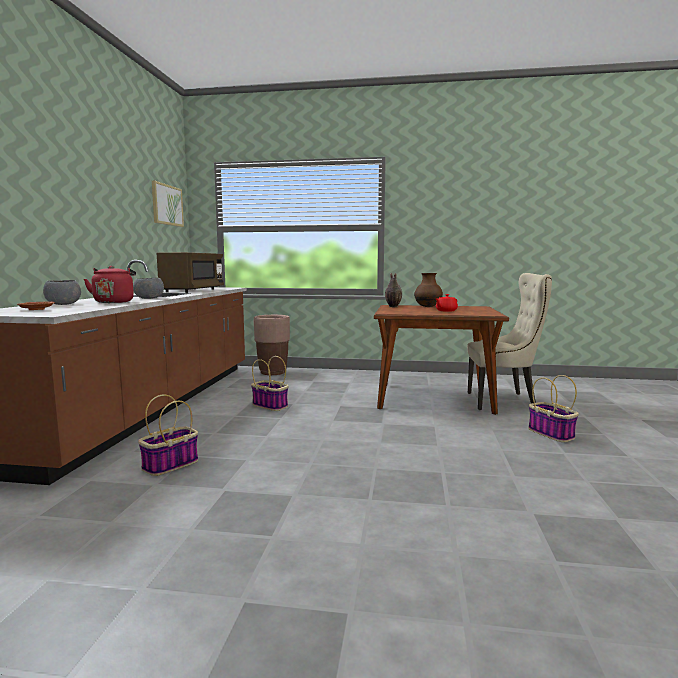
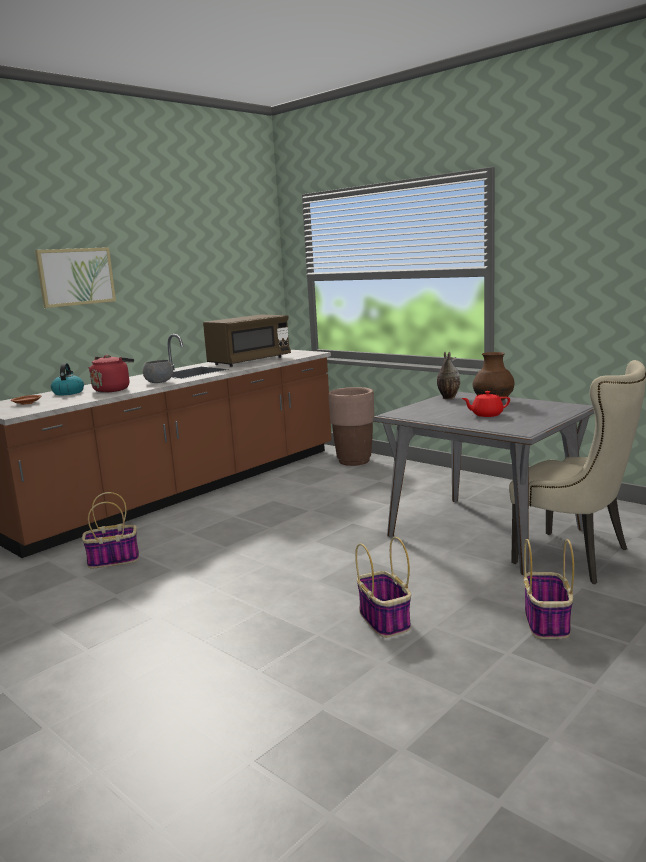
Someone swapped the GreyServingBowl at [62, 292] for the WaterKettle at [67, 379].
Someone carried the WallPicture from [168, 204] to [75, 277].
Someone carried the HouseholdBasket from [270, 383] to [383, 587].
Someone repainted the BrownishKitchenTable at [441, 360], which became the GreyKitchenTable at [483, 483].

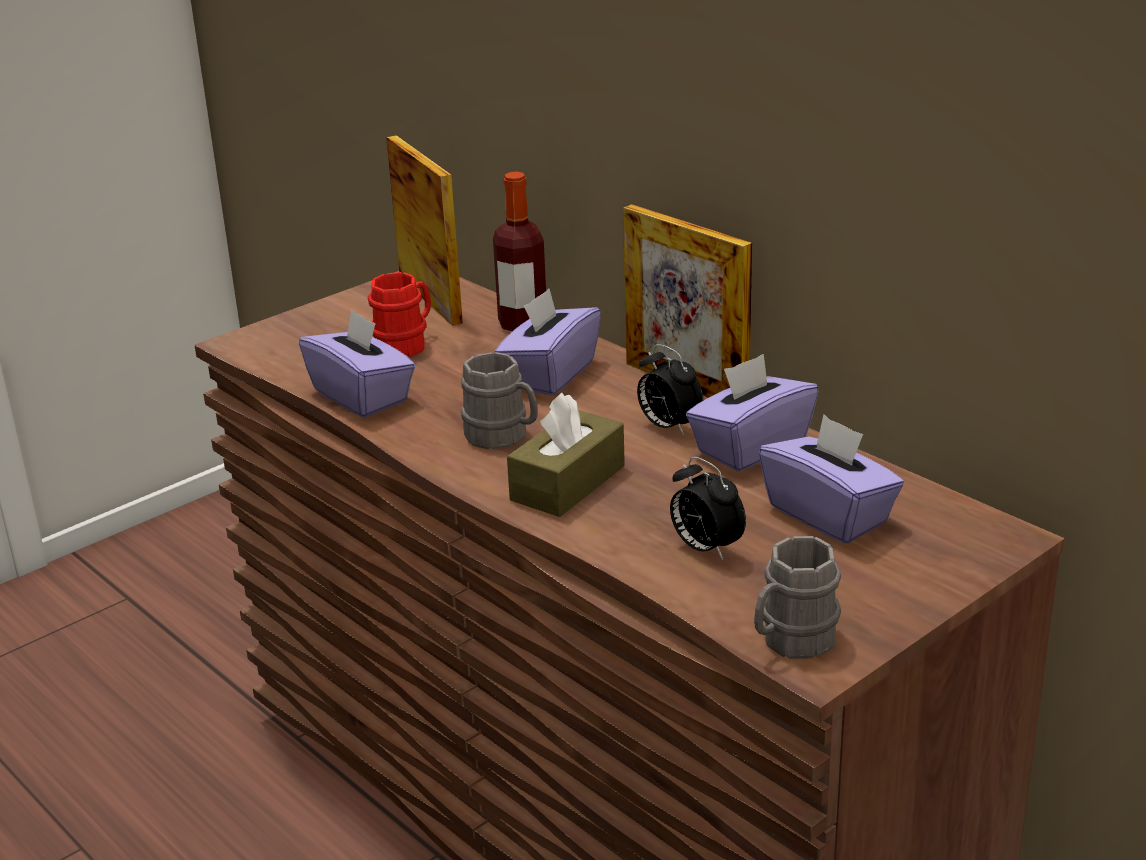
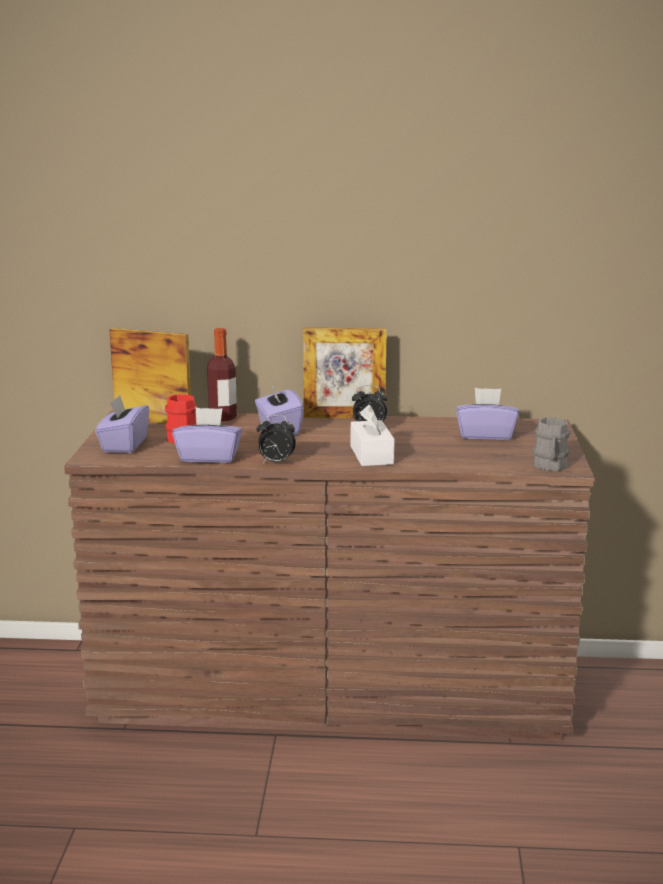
Someone took away the GreyTeaMug at [499, 400].
Someone repainted the BrownishTissueBox at [566, 455], which became the WhiteColouredTissueBox at [373, 435].
Someone carried the AlarmClock from [708, 508] to [276, 439].
Someone carried the PurplishTissueBox from [752, 413] to [122, 424].

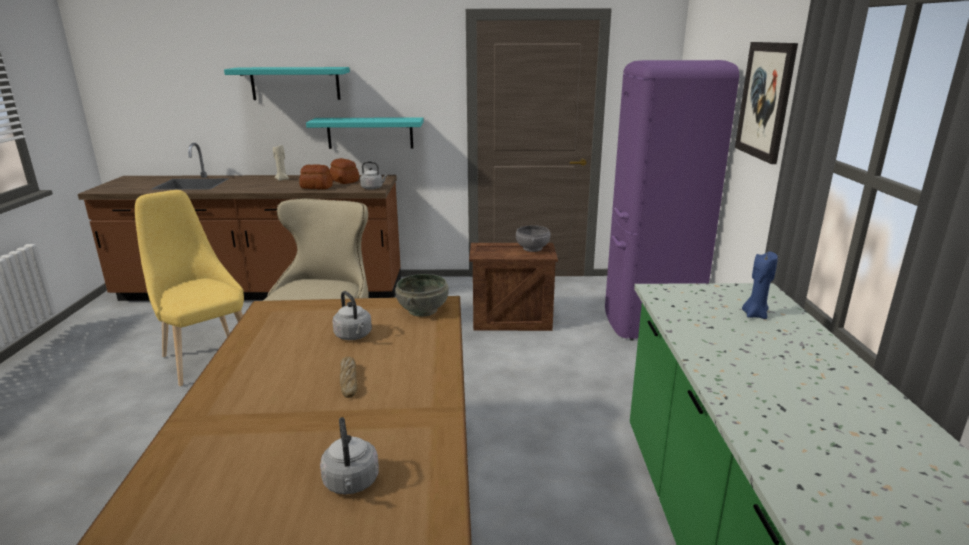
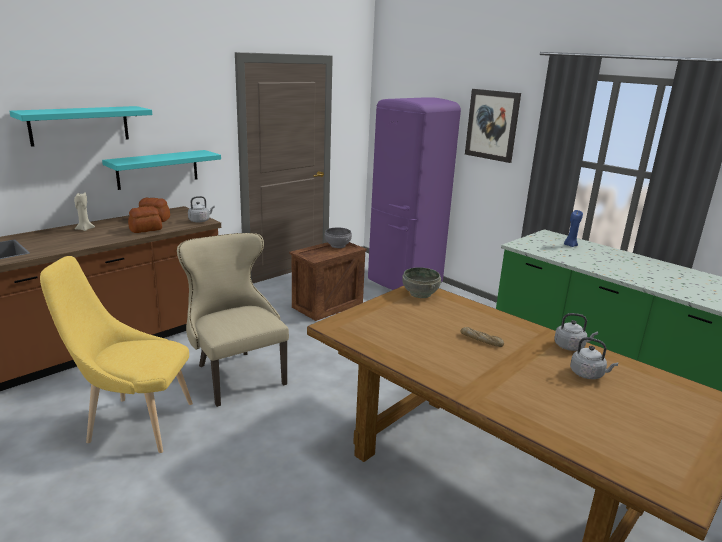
Someone carried the GreyWaterKettle from [352, 315] to [576, 332].

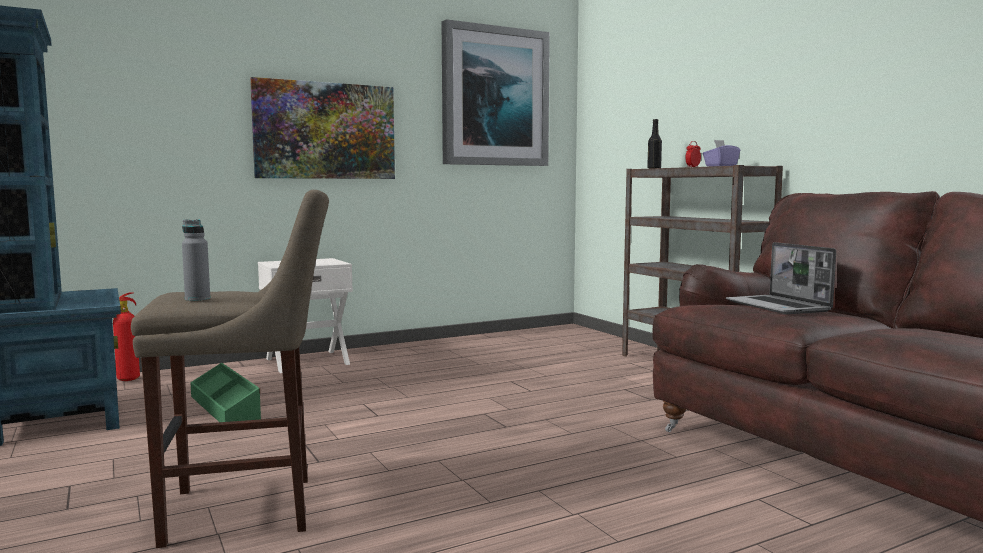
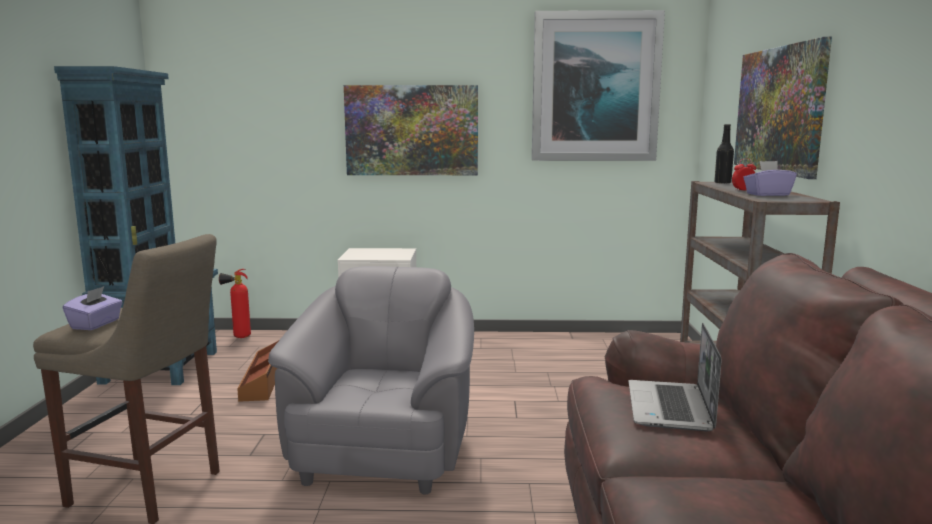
Someone swapped the GreyBottle at [196, 260] for the PurplishTissueBox at [93, 308].
Someone repainted the GreenStorageBox at [225, 392], which became the BrownishStorageBox at [257, 371].
Someone put down the GreyEasyChair at [371, 380].
Someone put up the WallPicture at [783, 108].

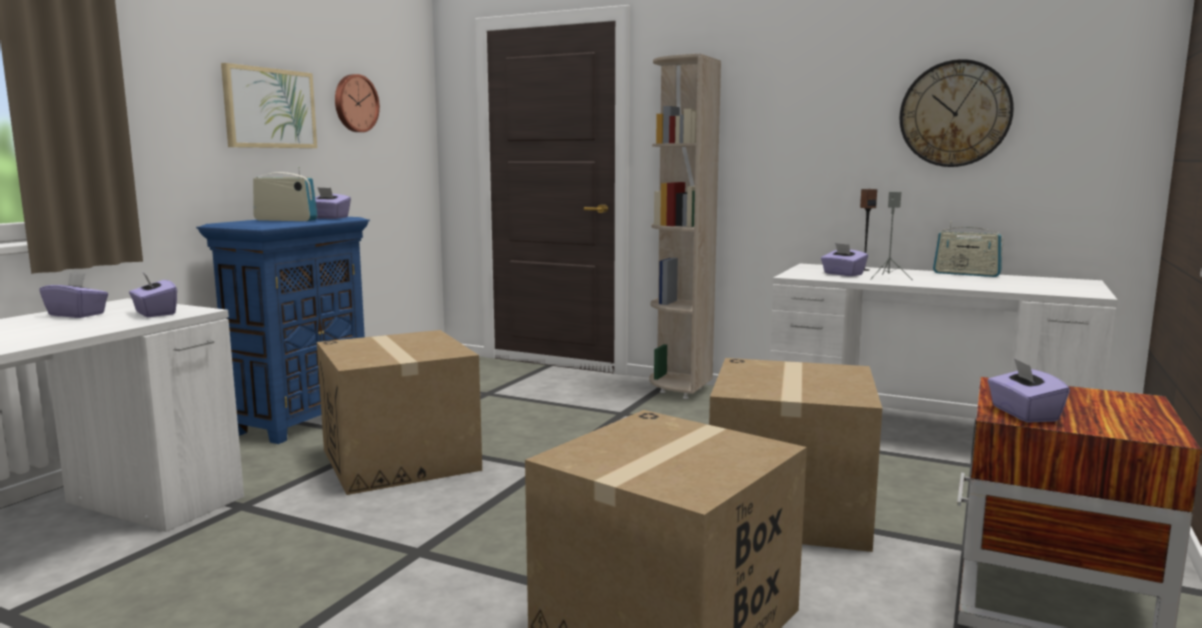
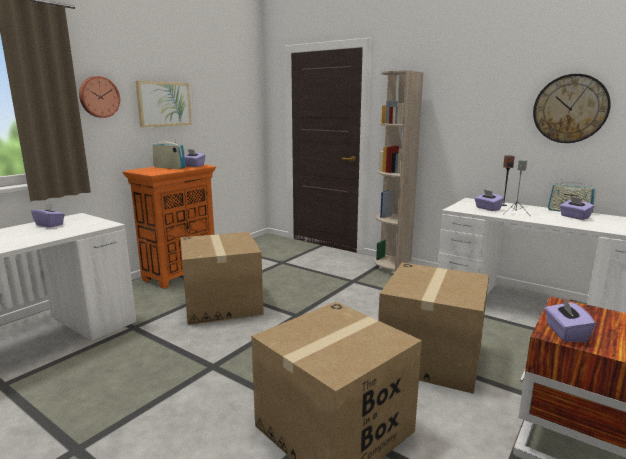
Someone carried the PurplishTissueBox from [153, 295] to [577, 208].
Someone repainted the BluishStorageCabinet at [283, 330], which became the OrangeyStorageCabinet at [169, 226].
Someone carried the HangingClock from [357, 103] to [99, 97].

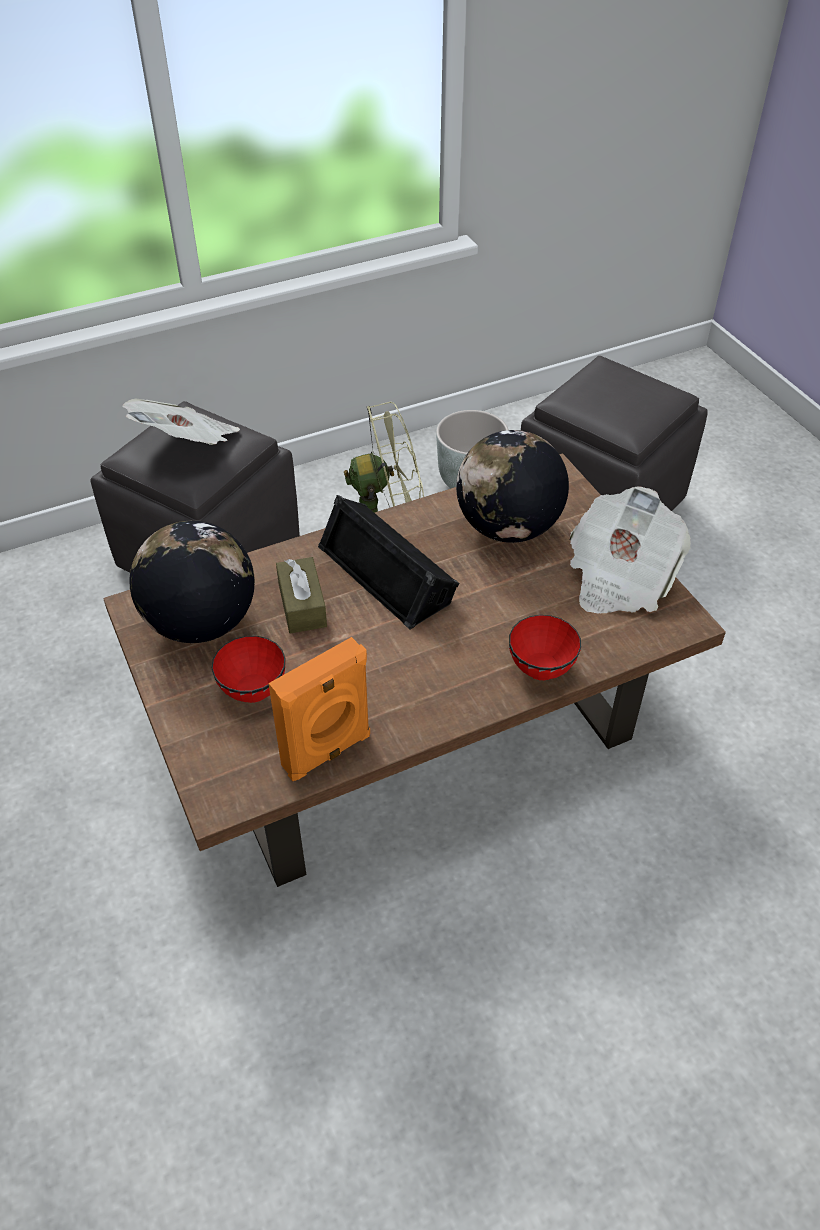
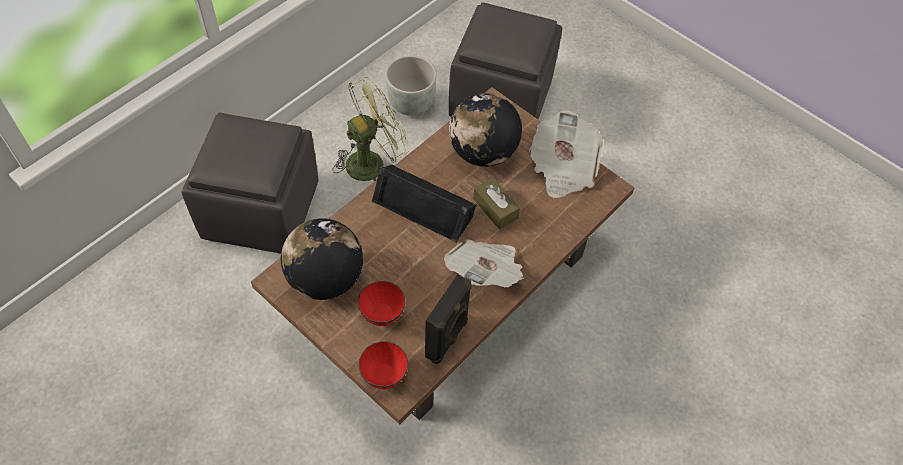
Someone carried the DailyPaper from [181, 422] to [484, 263].
Someone repainted the OrangeySpeaker at [319, 709], which became the BlackishSpeaker at [448, 319].
Someone carried the BrownishTissueBox from [301, 595] to [496, 203].
Someone carried the RedServingBowl from [545, 647] to [383, 365].

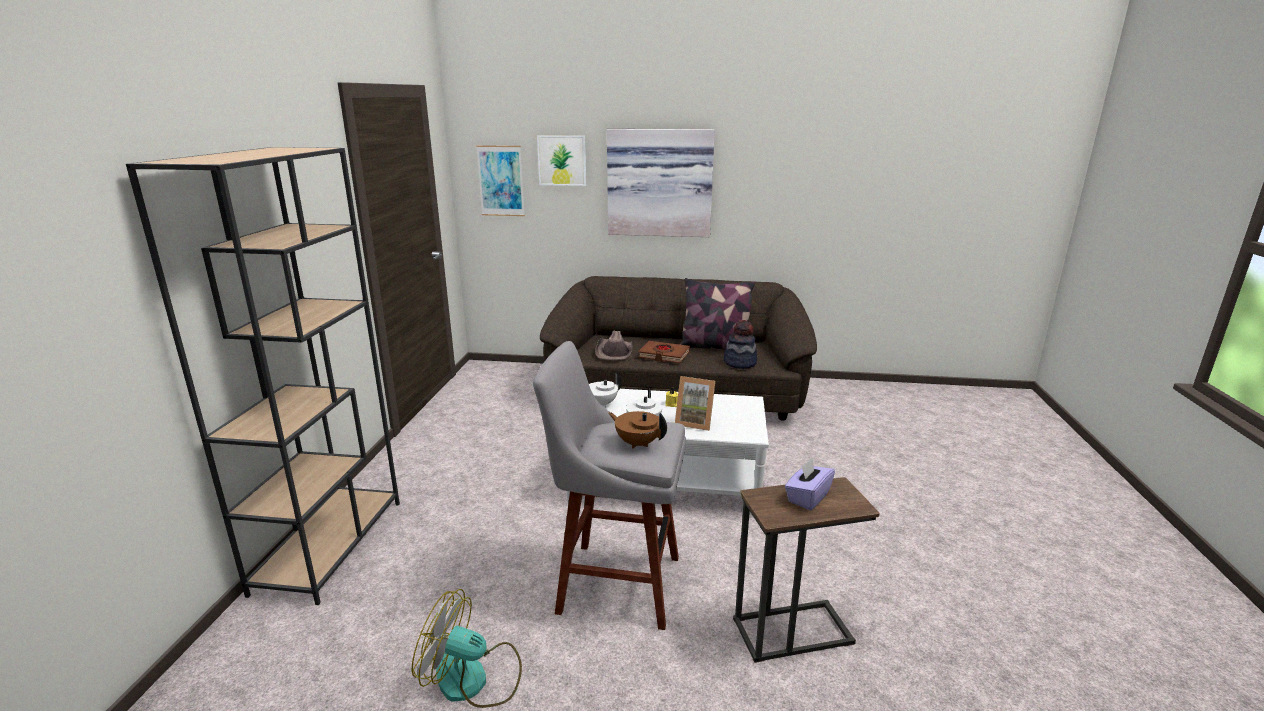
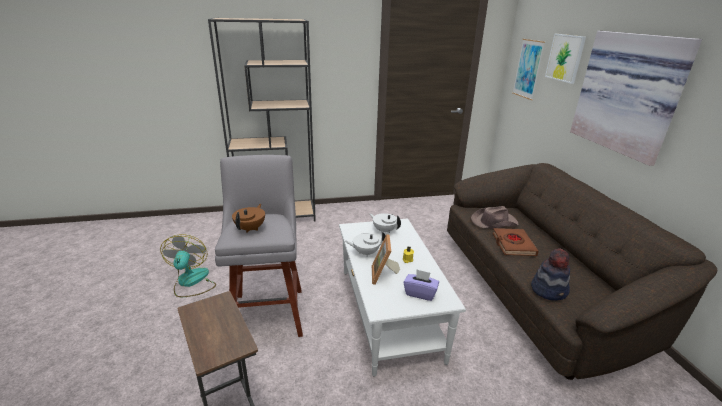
Someone took away the Pillow at [717, 314].
Someone carried the PurplishTissueBox from [810, 484] to [421, 285].

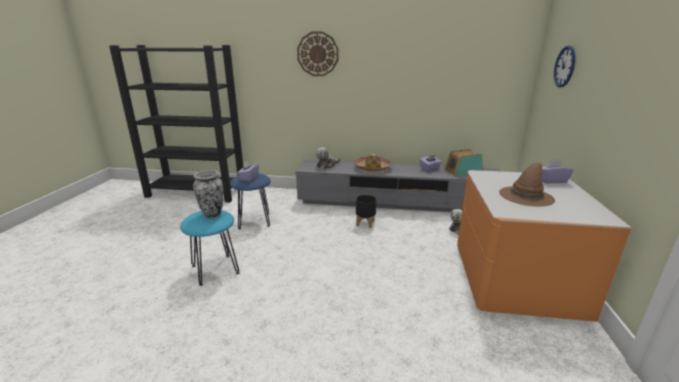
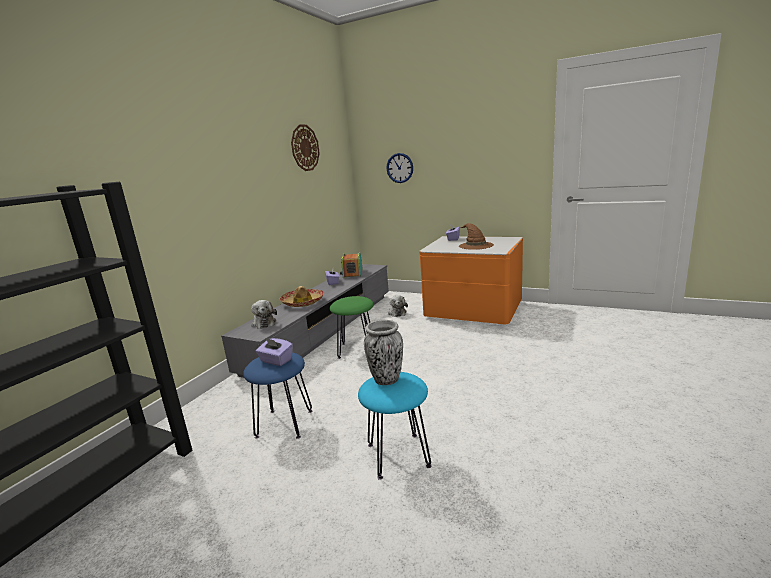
Someone carried the HangingClock from [317, 54] to [305, 147].
Someone swapped the BlackishFlowerPot at [366, 211] for the GreenStoolSeat at [352, 327].

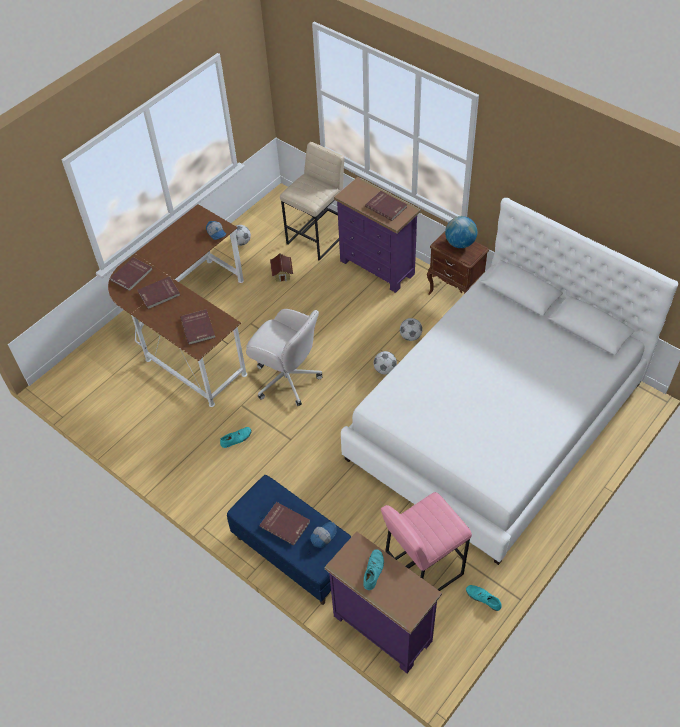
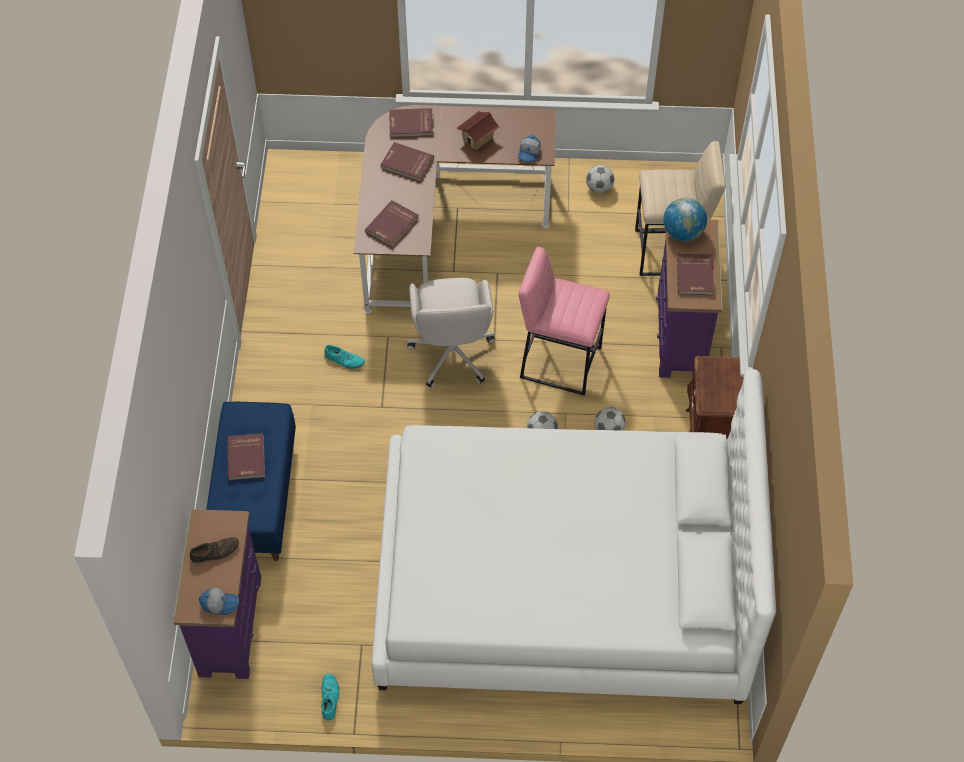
Someone carried the ToyHouse from [281, 267] to [478, 130].
Someone carried the PeakedCap from [323, 535] to [219, 601].
Someone repainted the TurquoiseLowShoe at [373, 569], which became the BrownishLowShoe at [214, 550].
Someone carried the PinkishStoolSeat from [426, 541] to [564, 321].
Someone carried the WorldGlobe from [461, 232] to [685, 219].

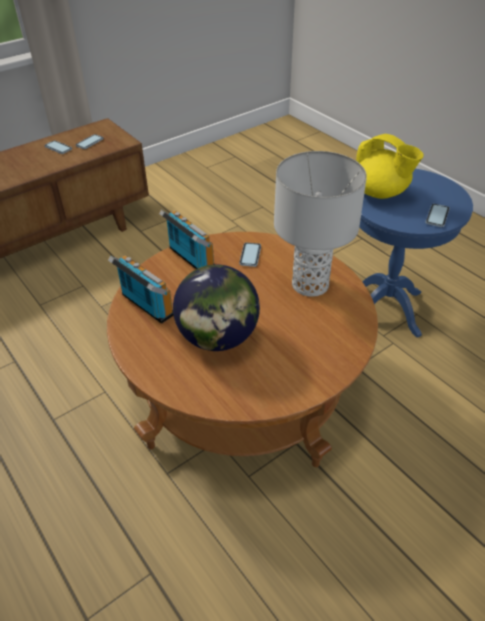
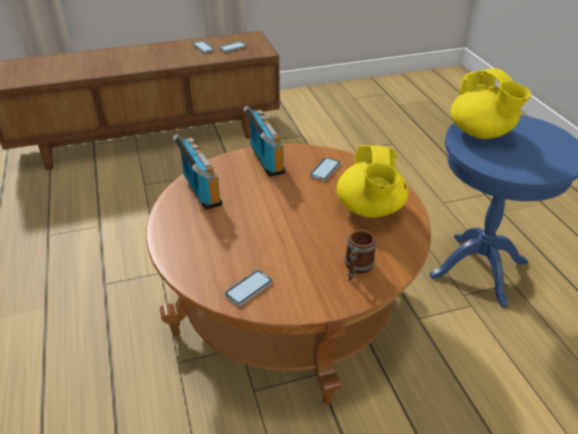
Someone took away the WorldGlobe at [216, 307].
Someone swapped the WhiteColouredTableLamp at [320, 224] for the YellowishPotForTea at [372, 181].
Someone carried the Telephone from [437, 215] to [248, 288].
Someone put down the TeaMug at [360, 256].

